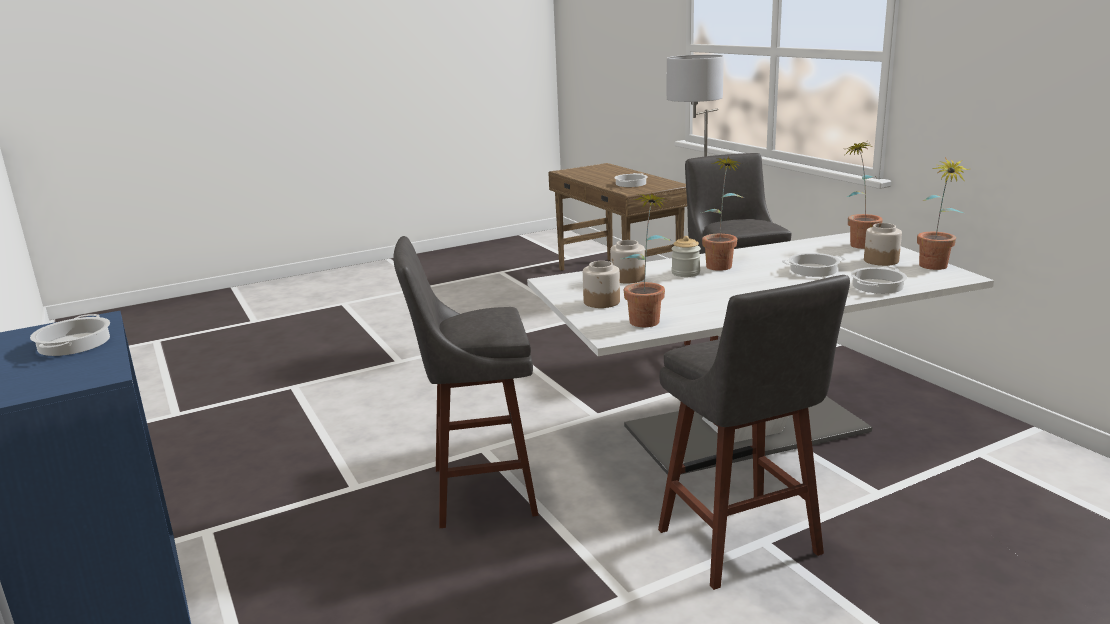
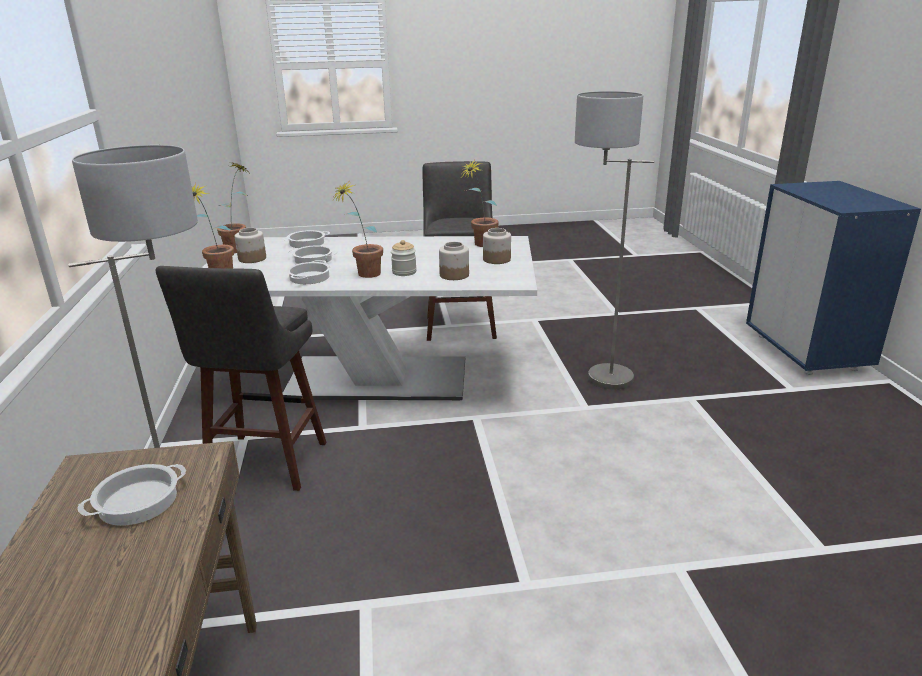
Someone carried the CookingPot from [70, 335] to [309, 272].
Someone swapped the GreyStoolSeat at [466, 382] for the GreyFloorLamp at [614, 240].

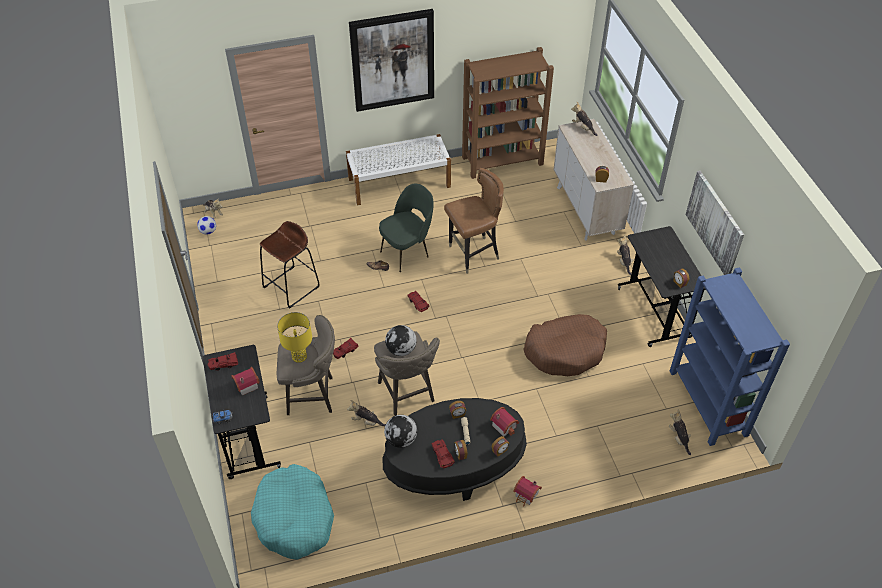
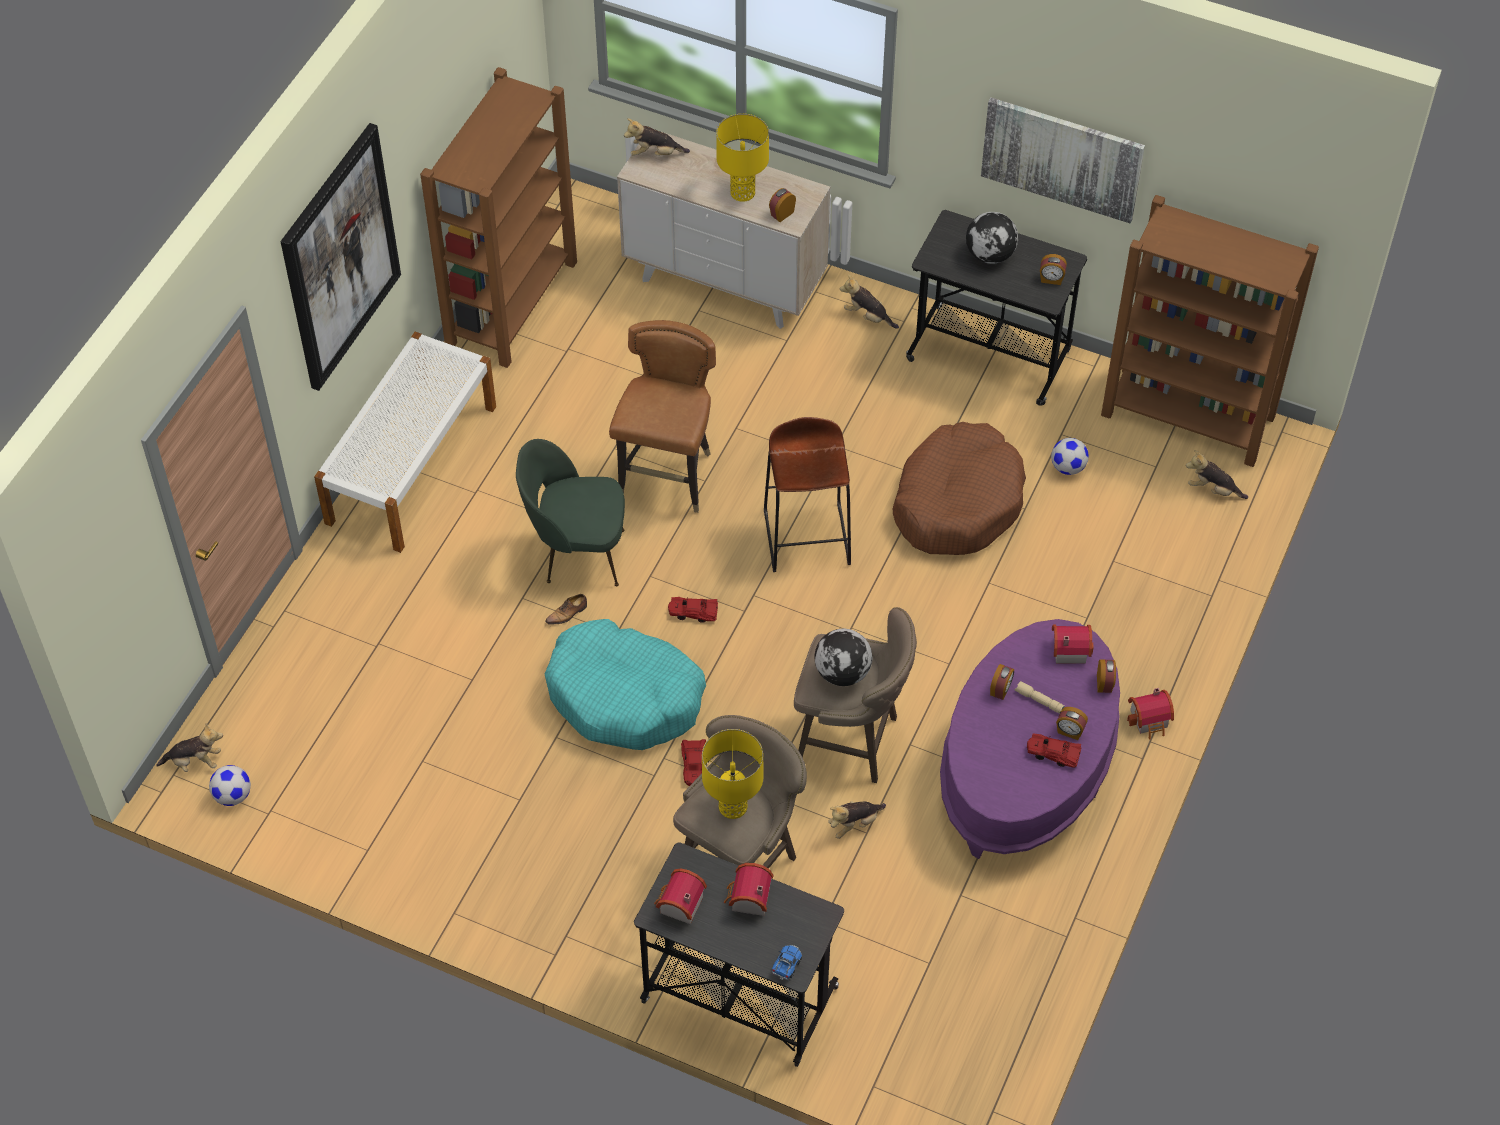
Someone swapped the RedMiniatureCar at [223, 361] for the ToyHouse at [680, 896].
Someone carried the TurquoiseDogBed from [292, 512] to [625, 684].
Someone carried the BrownishStoolSeat from [290, 265] to [807, 494].
Someone rotated the GreenChair at [406, 228] by 90 degrees counterclockwise.
Someone repainted the BlackishCoffeeTable at [454, 449], which became the PurplishCoffeeTable at [1030, 739].
Someone carried the WorldGlobe from [400, 431] to [992, 238].
Someone repainted the BluishBookcase at [730, 357], which became the BrownishBookcase at [1210, 331].
Someone put down the YellowishTableLamp at [742, 158].
Someone put down the FootballBall at [1070, 456].

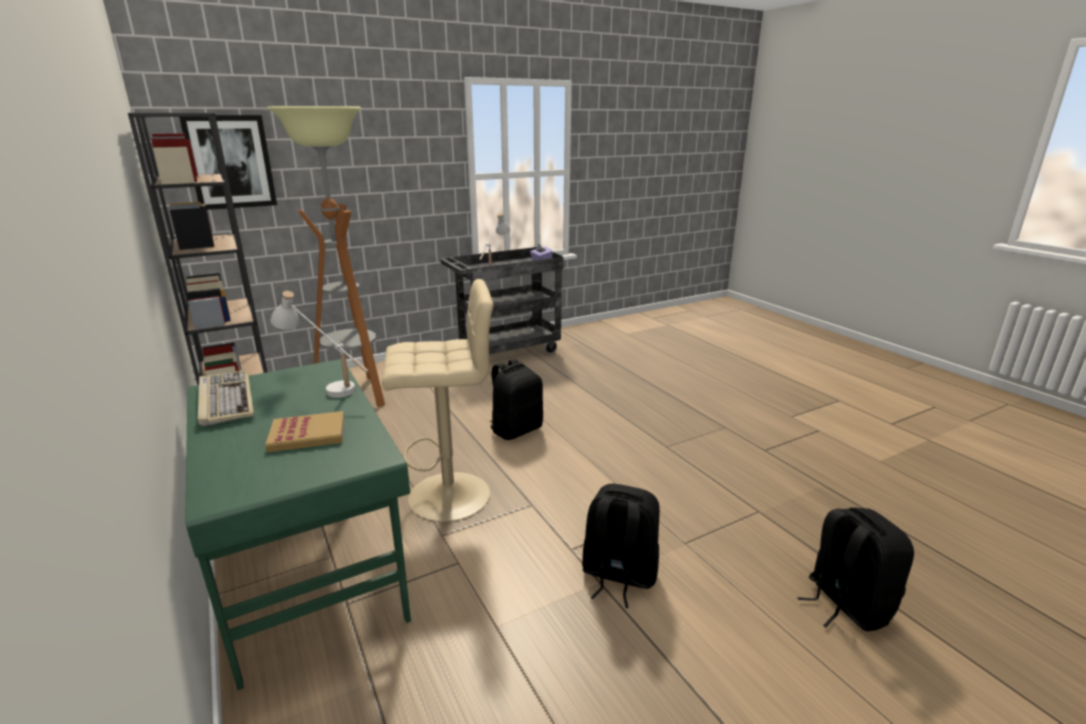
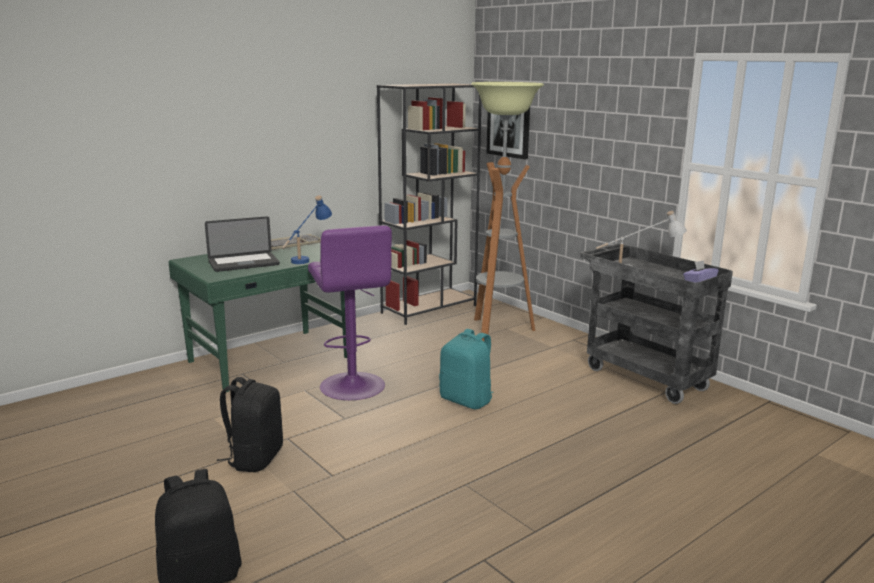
Someone swapped the Book at [305, 431] for the NotebookComputer at [242, 244].
Someone repainted the WhiteColouredTableLamp at [319, 344], which became the BluishTableLamp at [307, 229].
Someone repainted the BeigeColouredStoolSeat at [437, 400], which became the PurplishStoolSeat at [350, 312].
Someone repainted the BlackishBackpack at [516, 399], which became the TurquoiseBackpack at [466, 369].

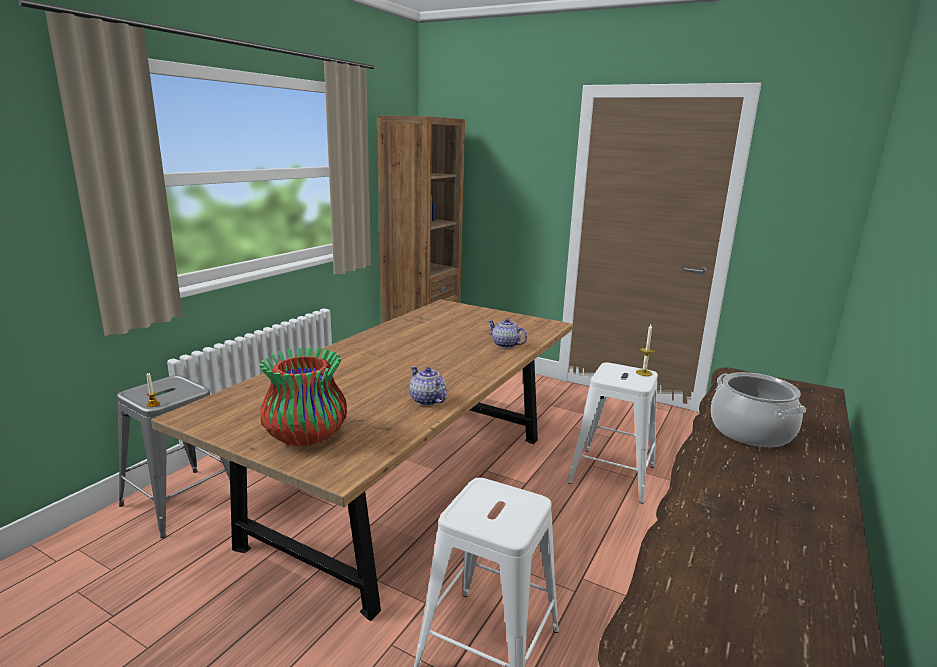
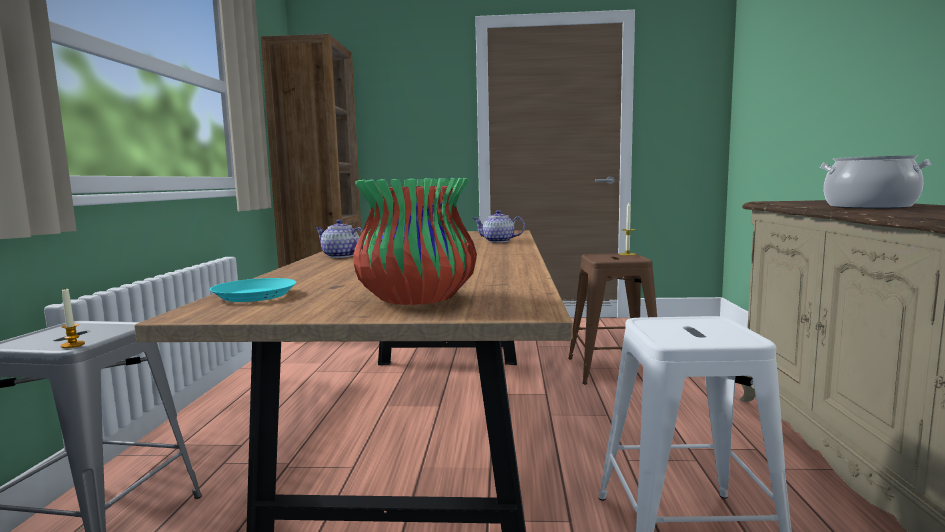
Someone carried the PotForTea from [428, 386] to [340, 238].
Someone repainted the WhiteColouredStoolSeat at [612, 433], which became the BrownishStoolSeat at [612, 318].
Someone put down the TurquoiseFlatDish at [253, 290].

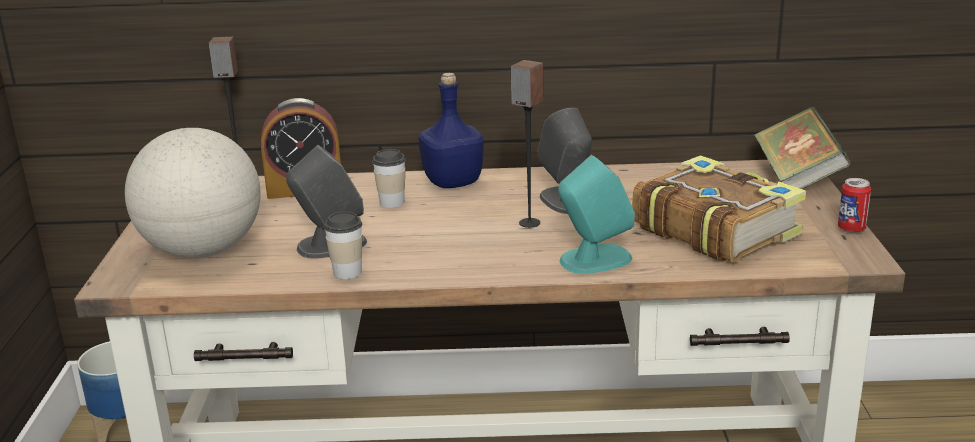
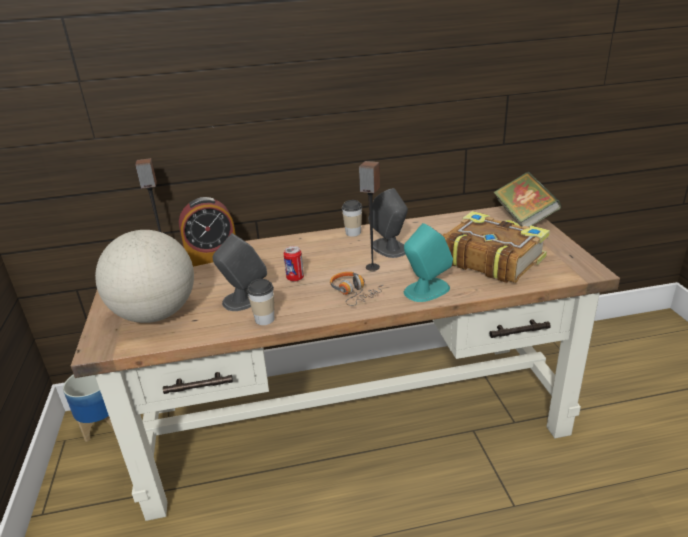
Someone carried the SmallCup from [389, 178] to [352, 218].
Someone took away the BluishBottle at [451, 130].
Someone carried the MetalCan from [854, 205] to [294, 264].
Someone put down the Headphones at [356, 289].

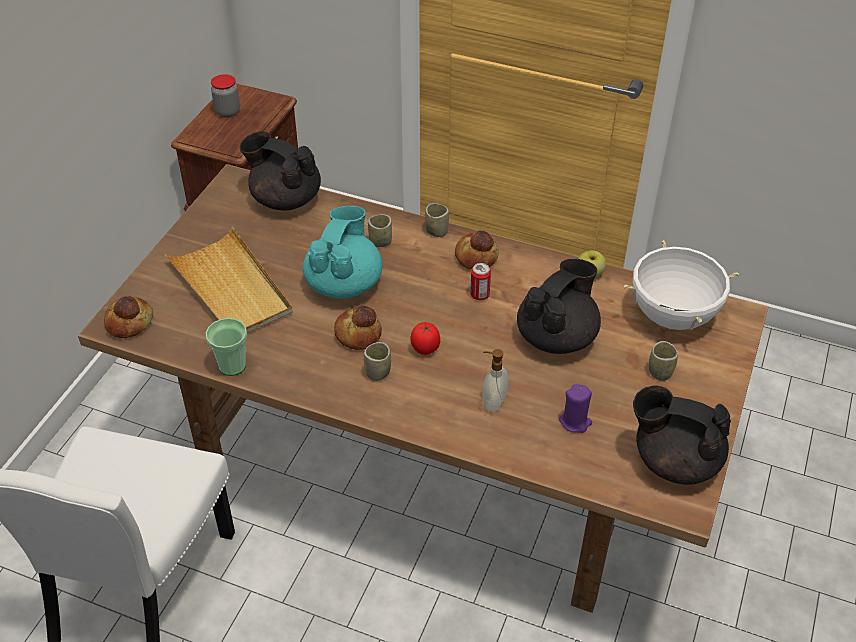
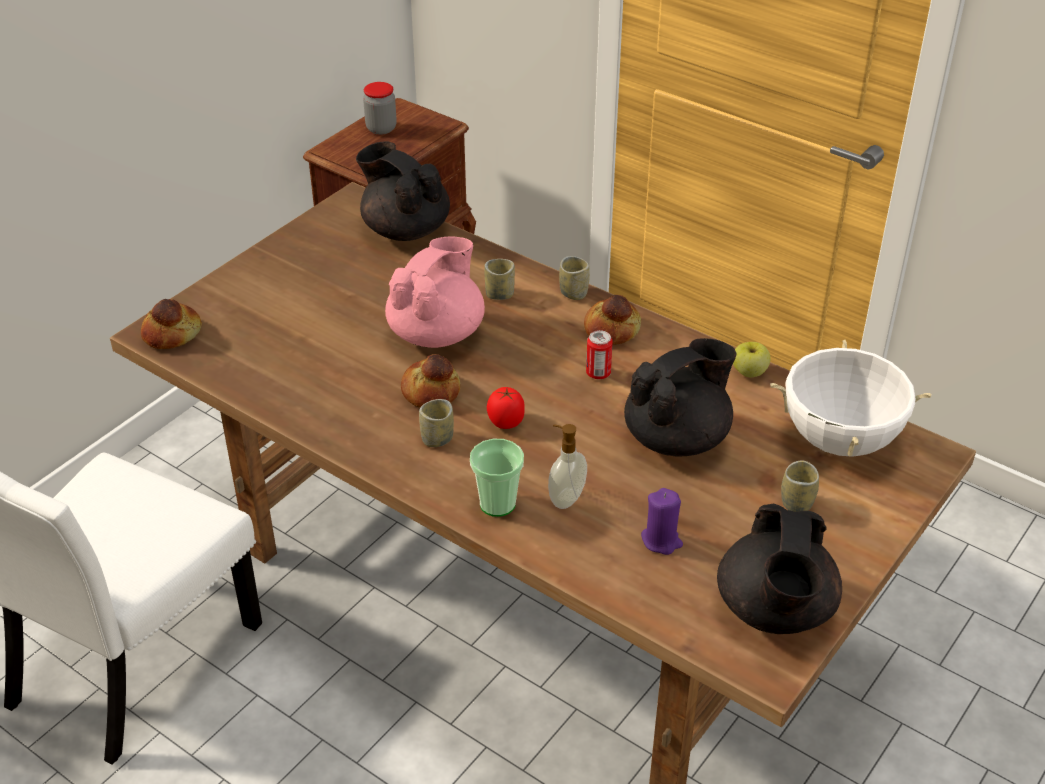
Someone took away the BeigeColouredTray at [229, 279].
Someone carried the SmallCup from [226, 347] to [497, 478].
Someone repainted the TurquoisePotForTea at [342, 252], which became the PinkishPotForTea at [435, 292].
Someone rotated the BlackishPotForTea at [682, 435] by 120 degrees counterclockwise.

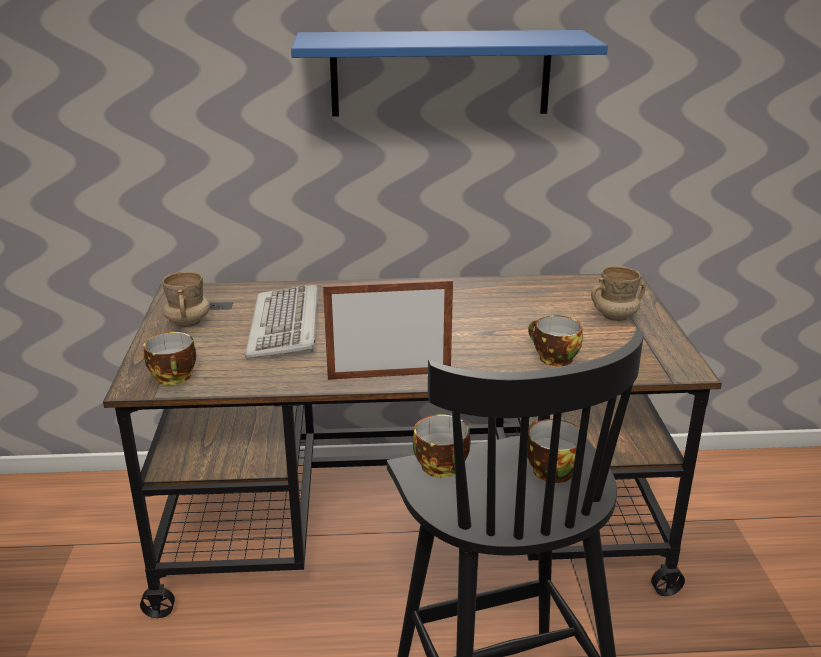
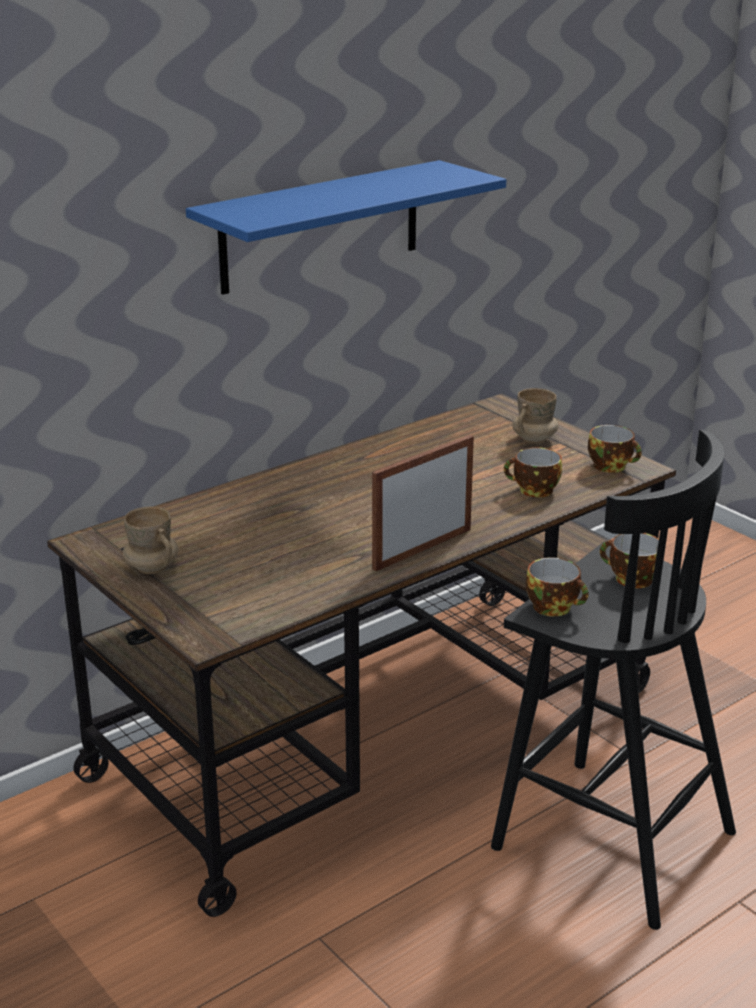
Someone carried the SmallCup from [169, 358] to [615, 449].
Someone took away the ComputerKeyboard at [281, 321].

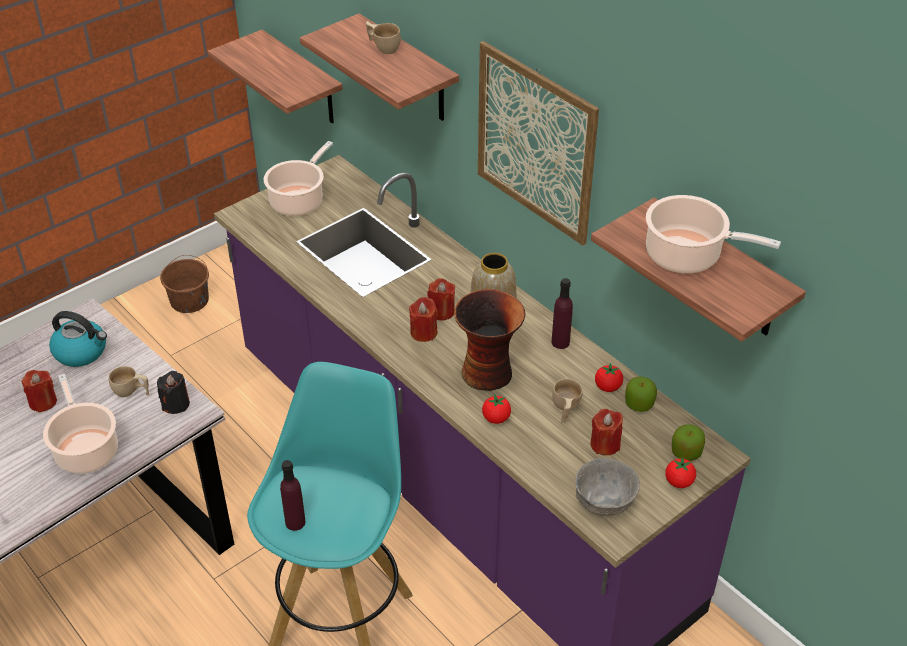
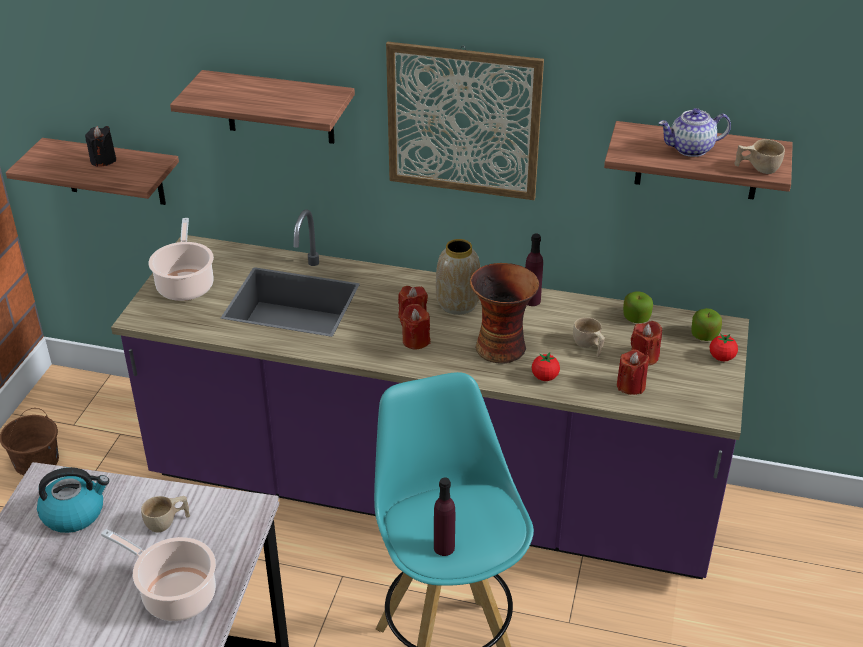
Someone carried the RedWaxCandle from [39, 391] to [633, 372].
Someone carried the BlackishWaxCandle from [173, 392] to [100, 146].
Someone carried the BeigeColouredSmallCup from [383, 37] to [760, 156].
Someone took away the GreyServingBowl at [607, 487].
Someone took away the Tomato at [609, 377].
Someone swapped the CookingPot at [713, 234] for the PotForTea at [695, 132].

